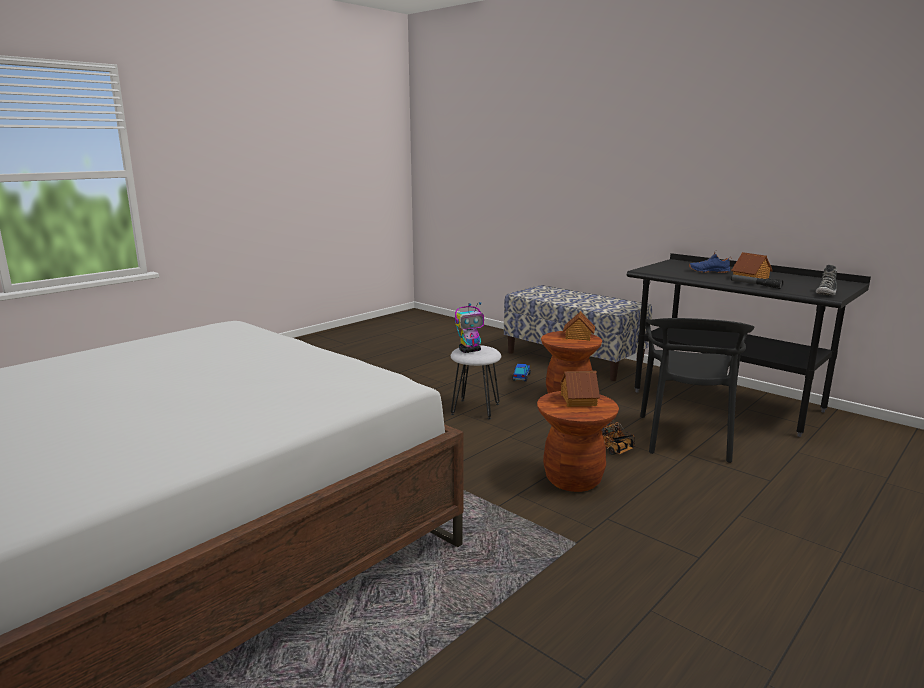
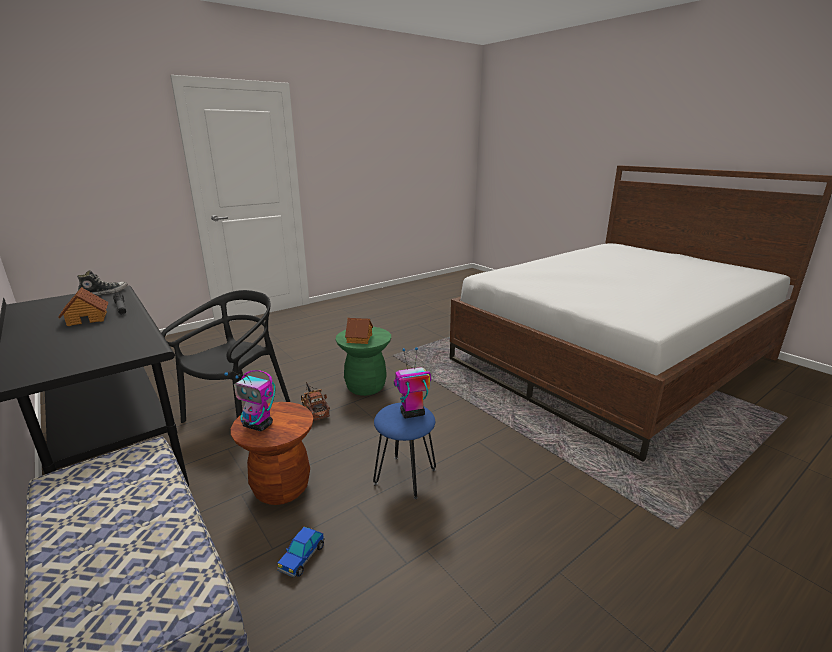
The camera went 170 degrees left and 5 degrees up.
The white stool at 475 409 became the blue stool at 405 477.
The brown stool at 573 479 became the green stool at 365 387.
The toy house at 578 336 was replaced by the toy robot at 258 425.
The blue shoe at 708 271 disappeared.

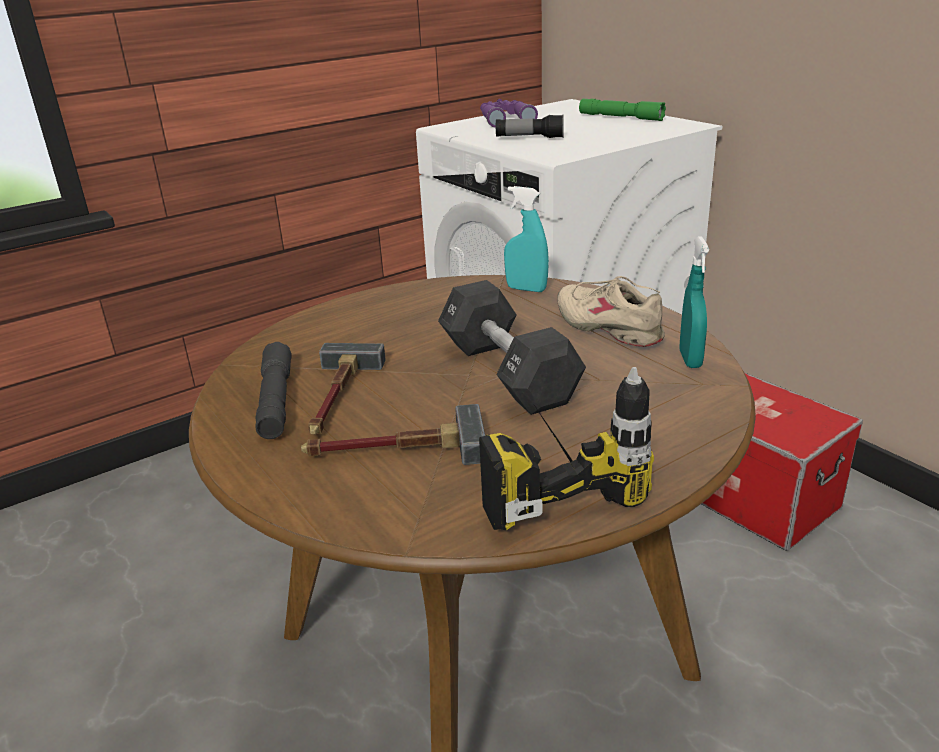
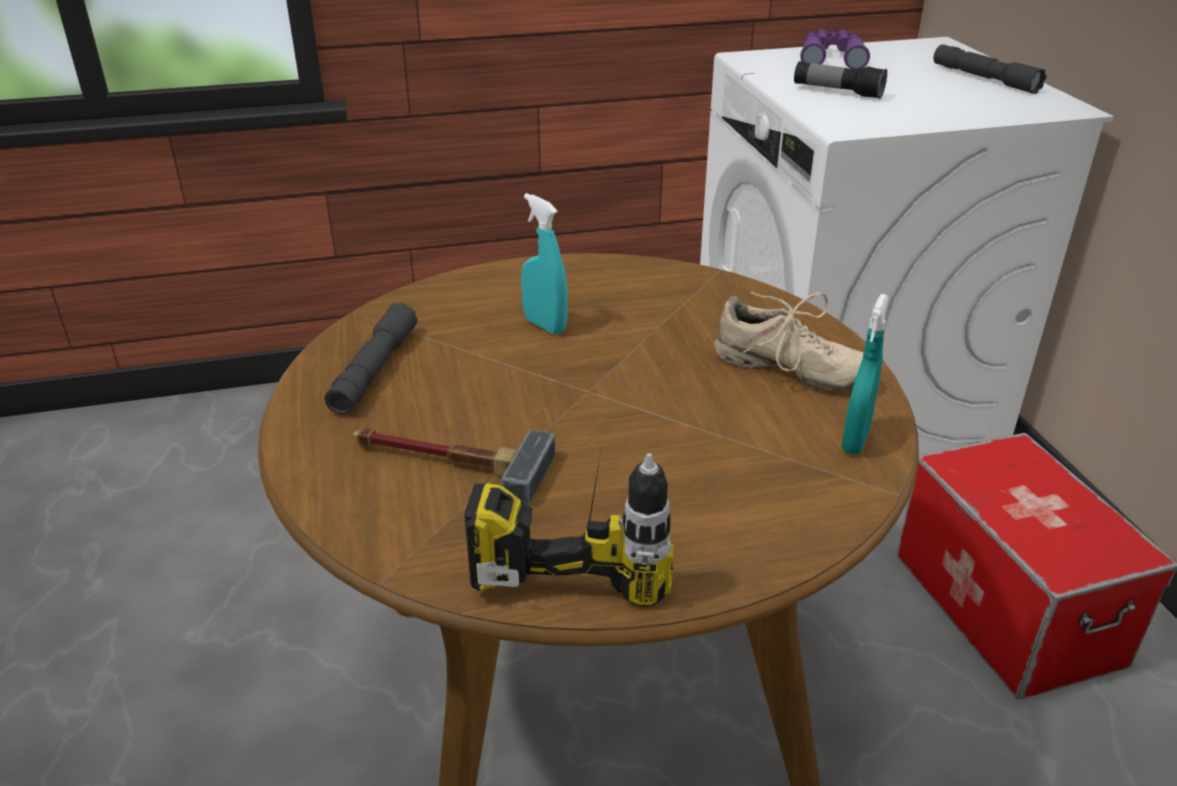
The camera went 20 degrees right and 5 degrees up.
The hammer at 337 398 disappeared.
The black dumbbell at 508 372 disappeared.
The turquoise spray bottle moved from 526 289 to 545 325.
The beige shoe at 608 327 turned 135 degrees clockwise.
The green flashlight at 620 117 became the grey flashlight at 984 79.

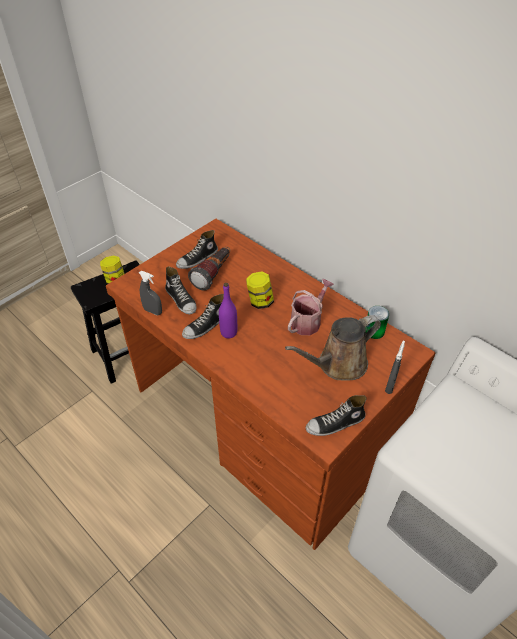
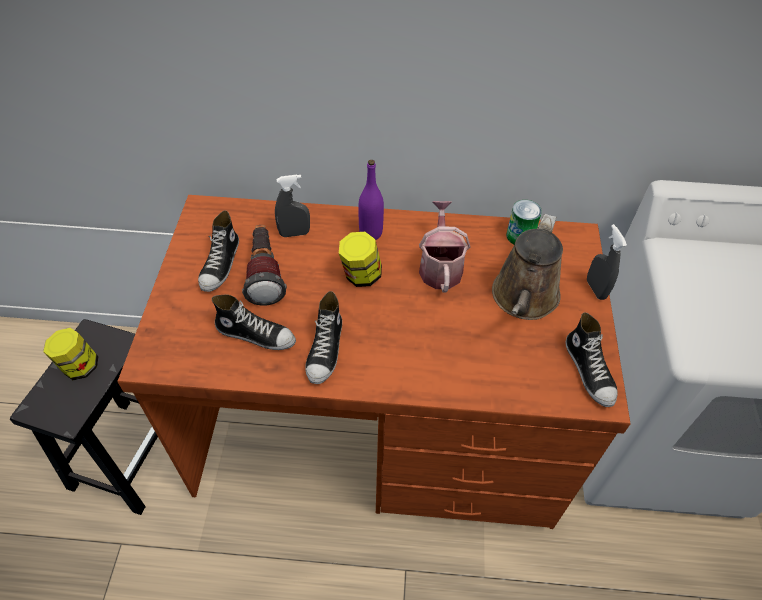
The camera went 40 degrees left and 5 degrees up.
The grey spray bottle moved from 153 311 to 294 233.
The purple bottle moved from 228 332 to 370 233.
The shoe at 335 424 turned 45 degrees counterclockwise.

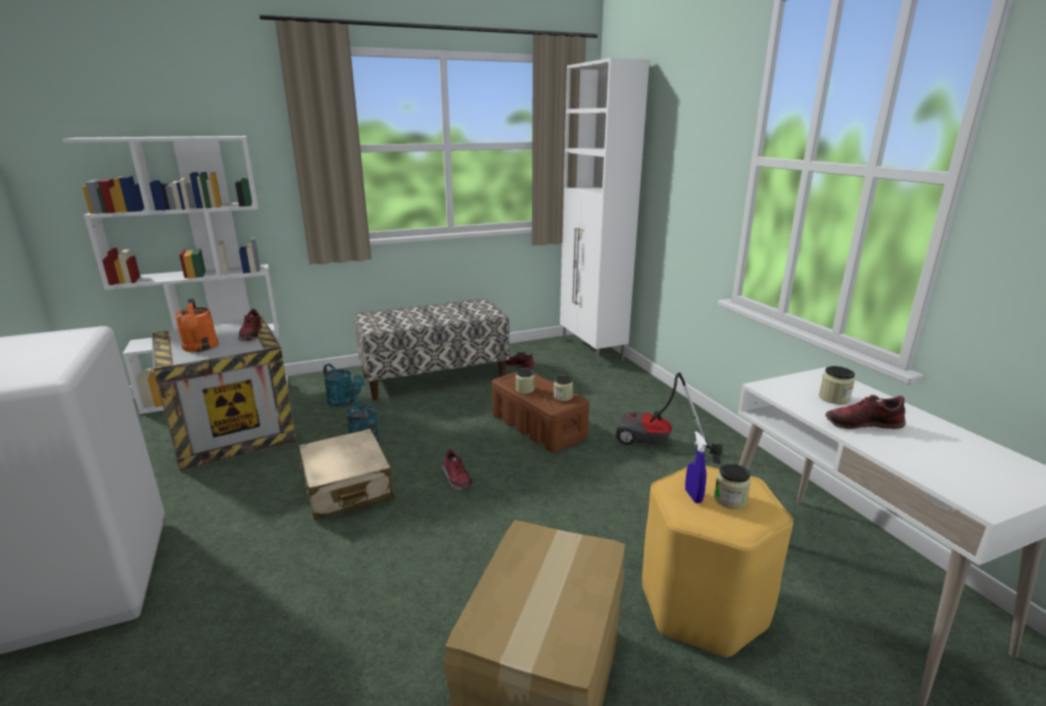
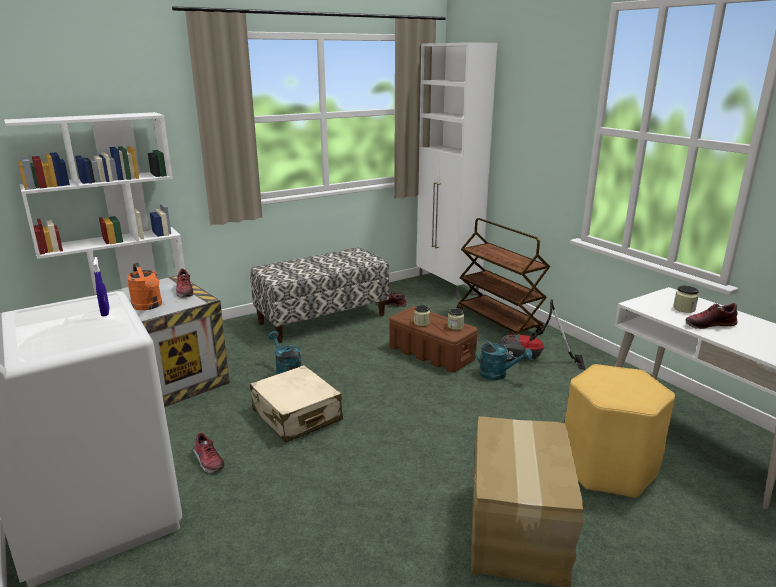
The camera went 10 degrees left and 0 degrees up.
The turquoise watering can moved from 344 402 to 497 375.
The shoe moved from 455 478 to 207 461.
The blue spray bottle moved from 693 496 to 105 312.
The jar at 730 499 disappeared.
The brown cart at 499 323 appeared.

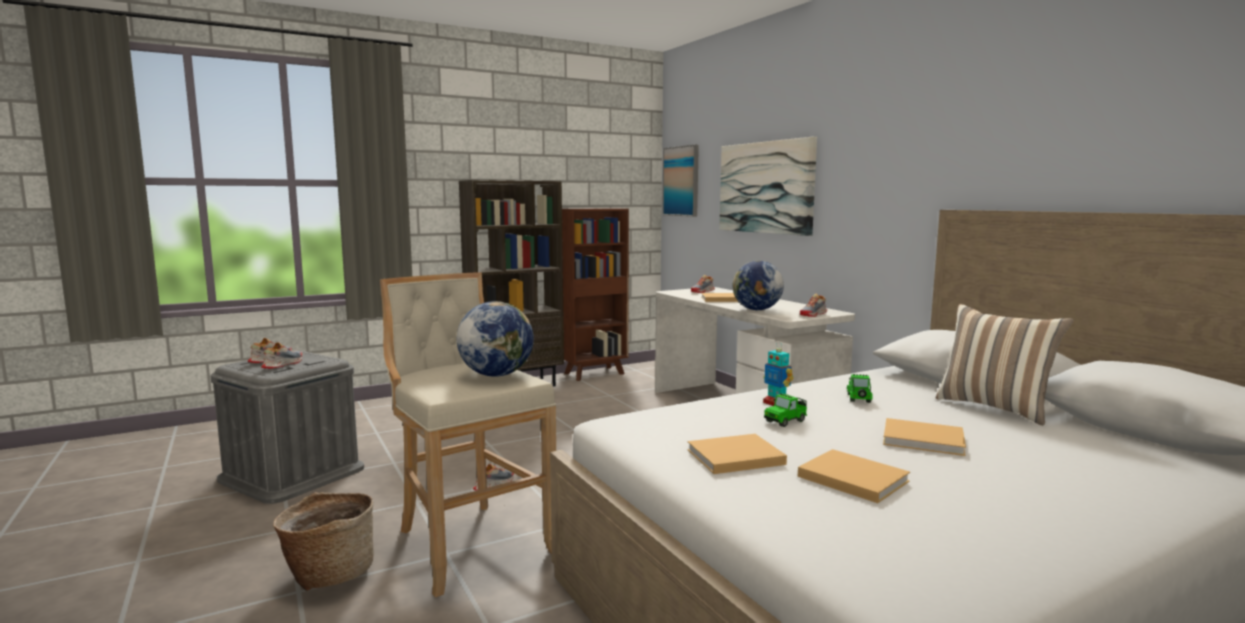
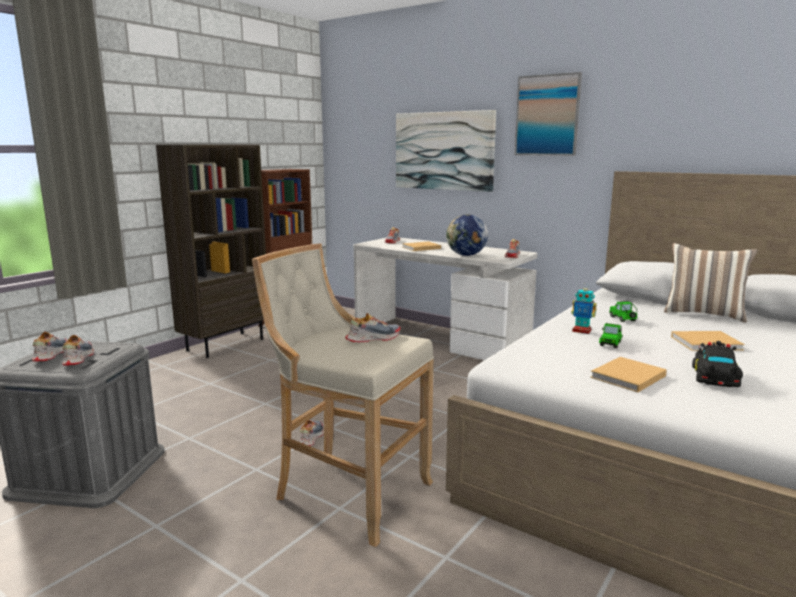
The camera went 25 degrees left and 5 degrees up.
The basket at 329 573 disappeared.
The globe at 496 375 was replaced by the shoe at 373 338.
The picture moved from 681 181 to 547 115.
The beige book at 850 478 was replaced by the black toy car at 714 378.

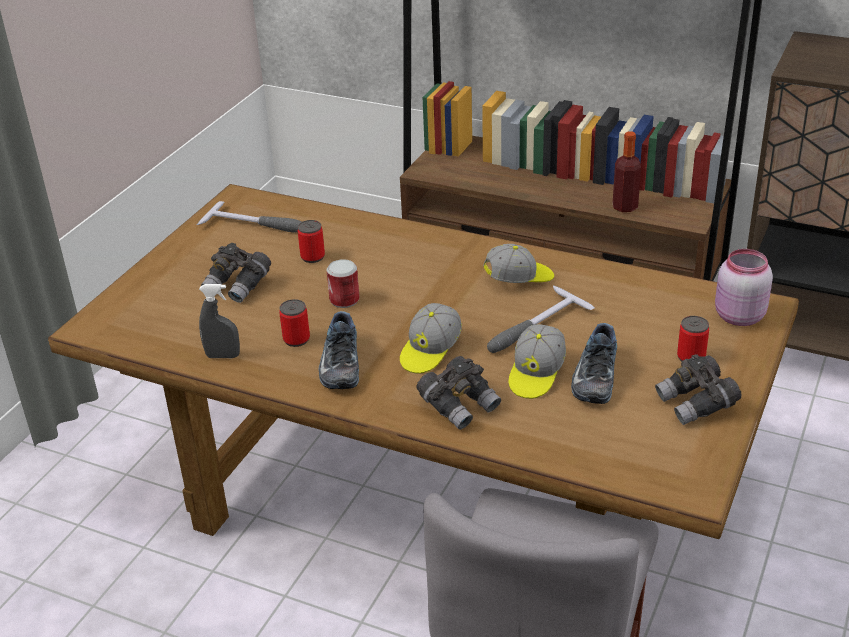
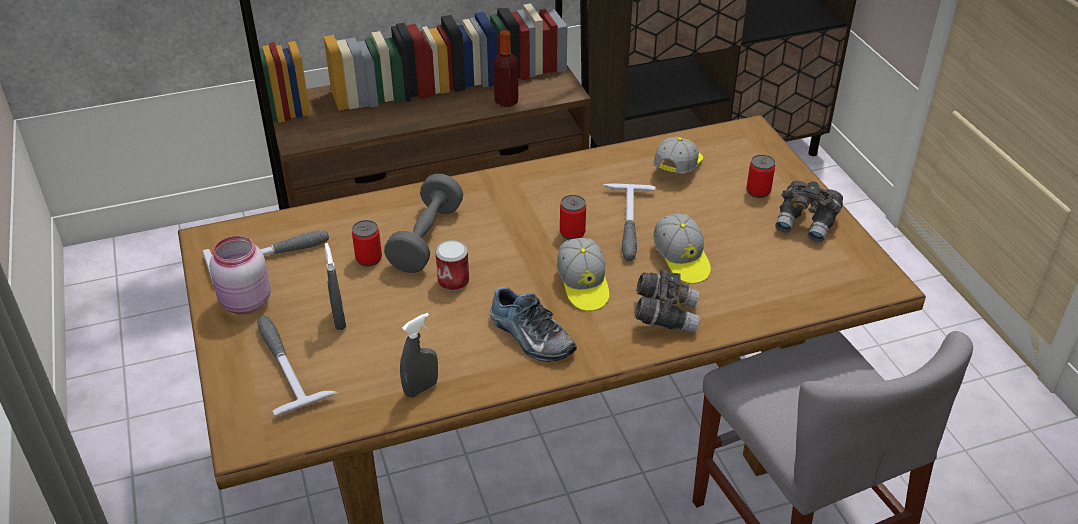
The camera went 45 degrees left and 5 degrees up.
The grey binoculars at 238 286 was replaced by the grey spray bottle at 339 320.
The can moved from 296 339 to 572 233.
The cap moved from 519 279 to 678 167.
The shoe at 593 376 disappeared.
The pink jar moved from 737 316 to 245 303.
The hammer at 285 364 appeared.
The grey dumbbell at 426 239 appeared.

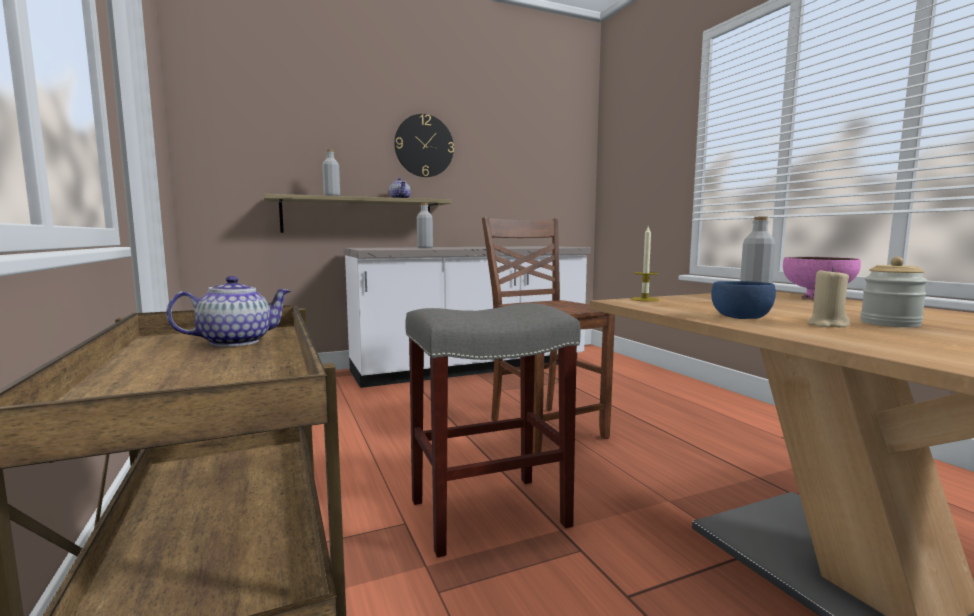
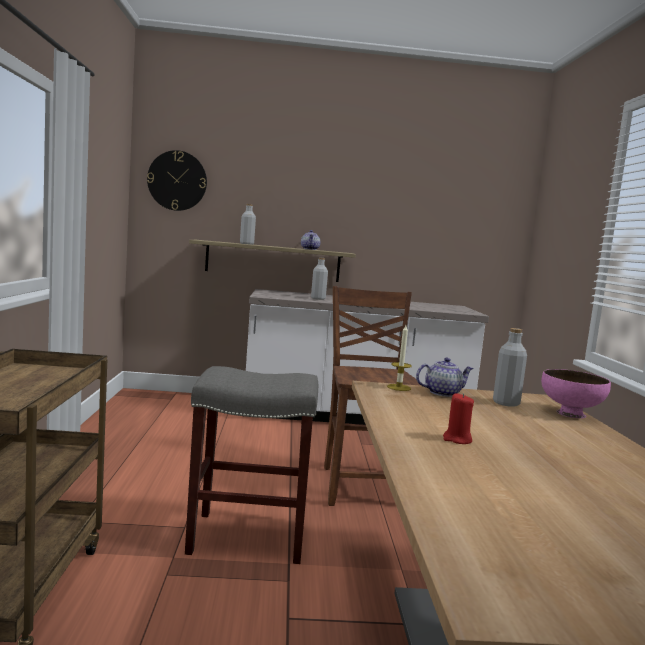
The camera went 20 degrees right and 0 degrees up.
The teapot moved from 236 341 to 442 393.
The wall clock moved from 424 146 to 177 180.
The blue bowl at 740 317 disappeared.
The beige candle at 827 325 became the red candle at 457 439.
The jar at 890 323 disappeared.

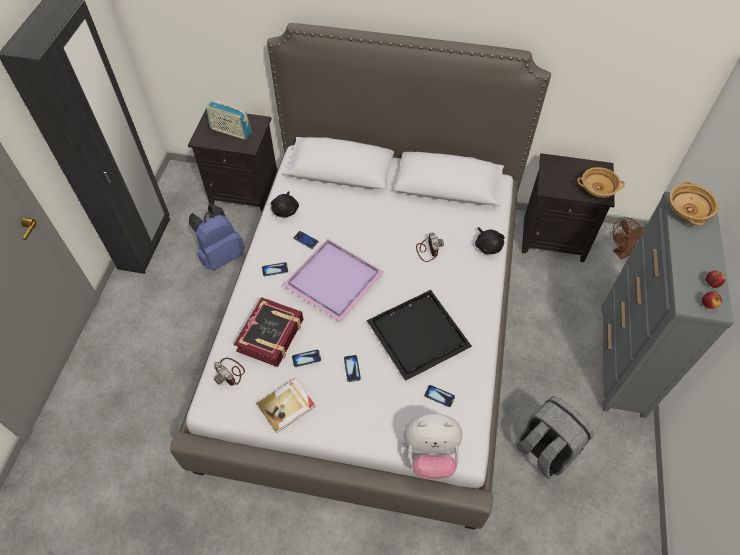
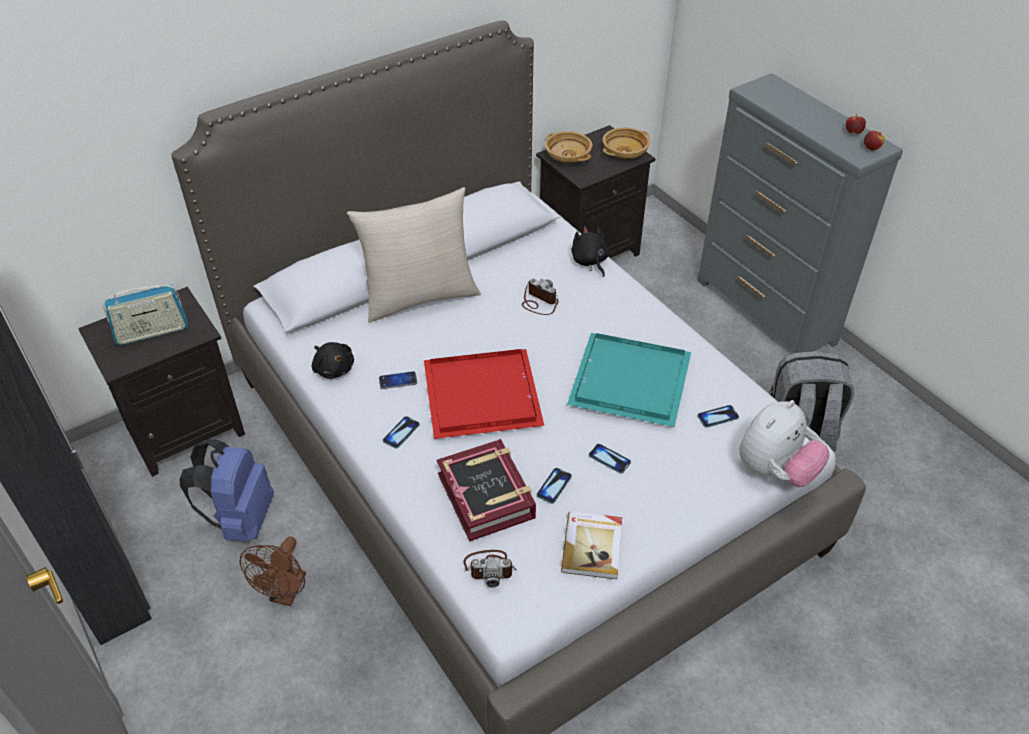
The camera went 45 degrees left and 10 degrees down.
The purple tray at 334 282 became the red tray at 484 396.
The black tray at 418 333 became the turquoise tray at 628 379.
The black plush toy at 488 246 turned 135 degrees counterclockwise.
The brown fan moved from 622 253 to 285 594.
The beige bowl moved from 687 210 to 567 157.
The beige pillow at 420 297 appeared.

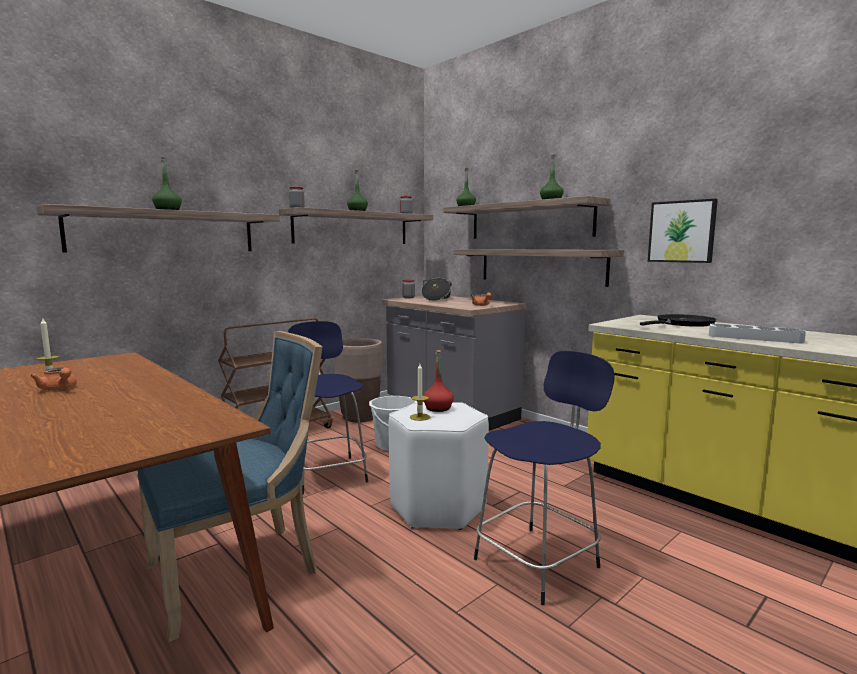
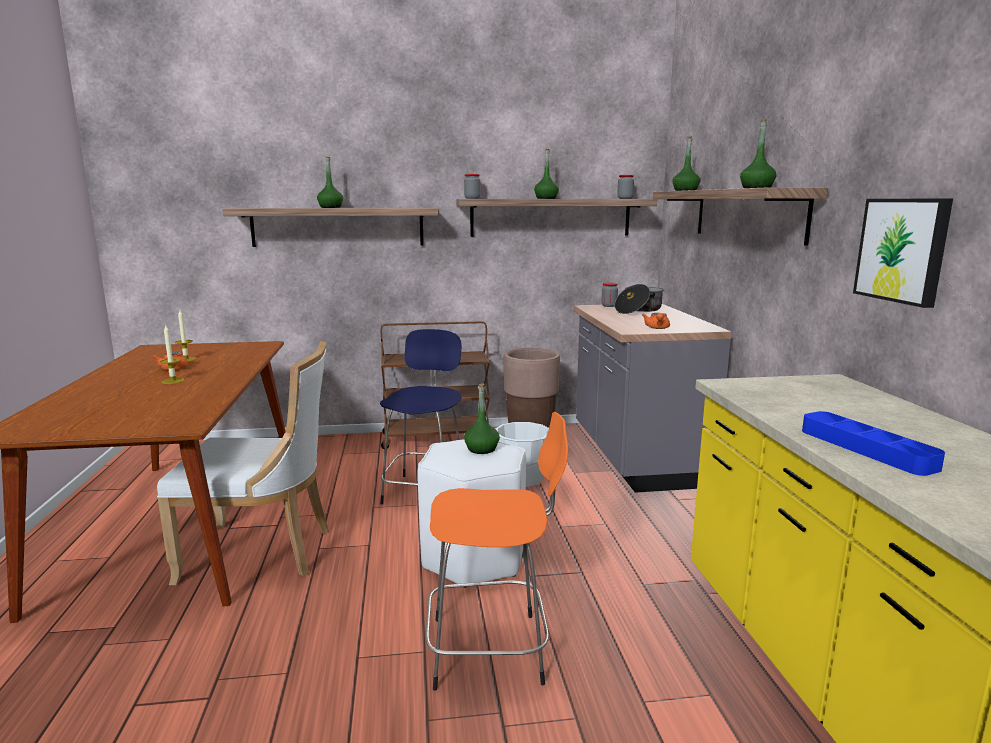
The camera went 35 degrees right and 5 degrees up.
The blue chair at 240 570 became the white chair at 263 552.
The candle moved from 420 417 to 173 381.
The red bottle at 438 408 became the green bottle at 481 449.
The shelf at 540 266 disappeared.
The blue stool at 539 561 became the orange stool at 492 650.
The black frying pan at 682 324 disappeared.
The grey tray at 754 338 became the blue tray at 866 448.

